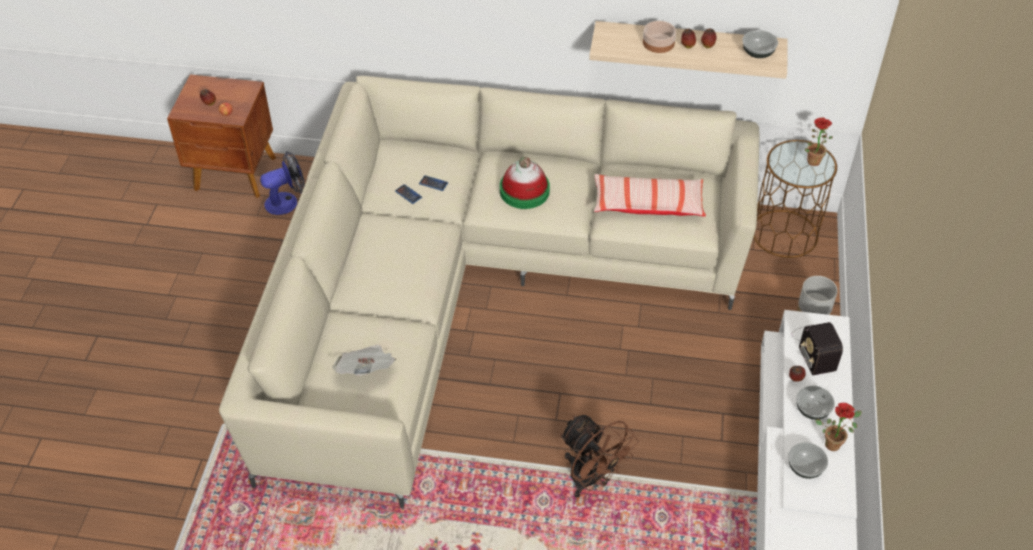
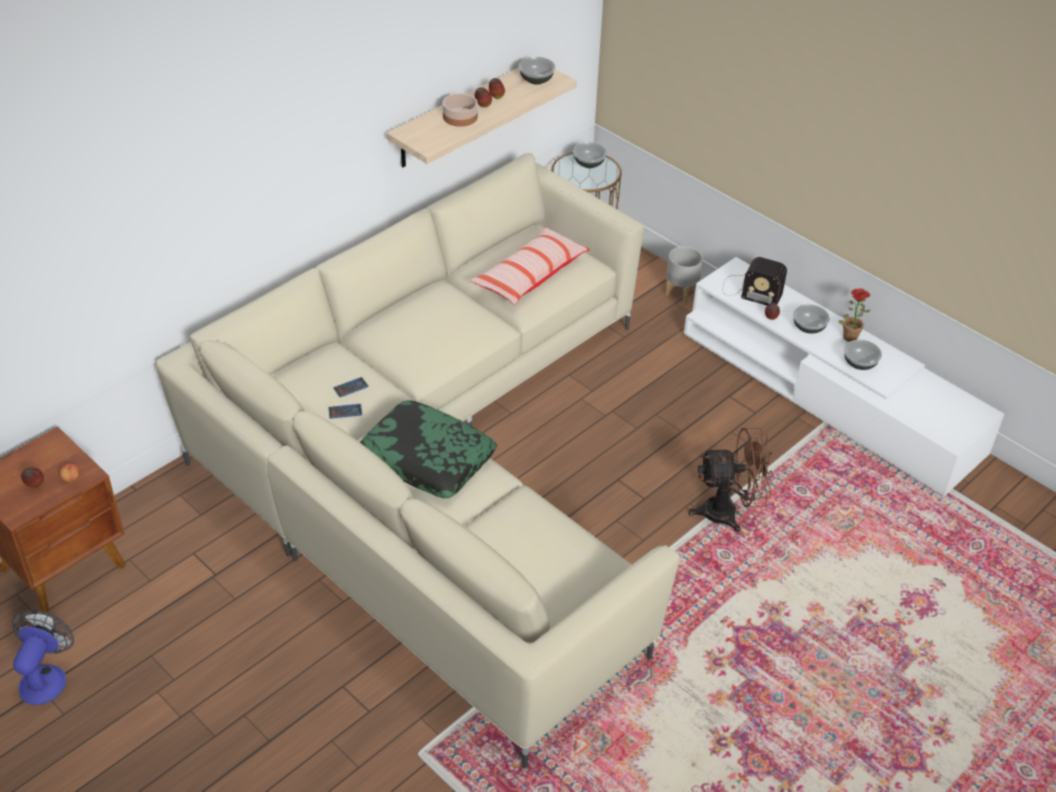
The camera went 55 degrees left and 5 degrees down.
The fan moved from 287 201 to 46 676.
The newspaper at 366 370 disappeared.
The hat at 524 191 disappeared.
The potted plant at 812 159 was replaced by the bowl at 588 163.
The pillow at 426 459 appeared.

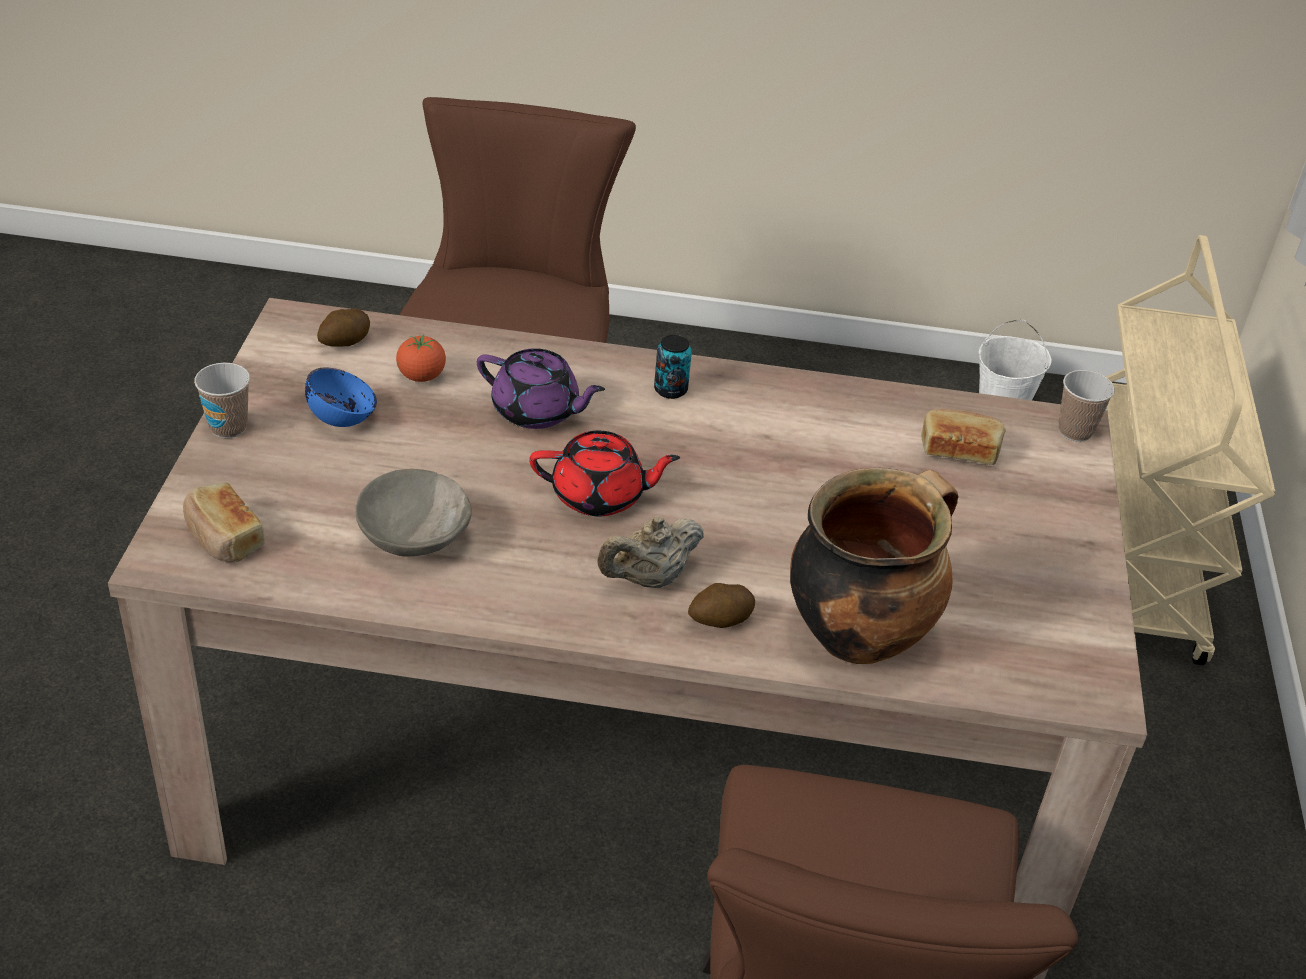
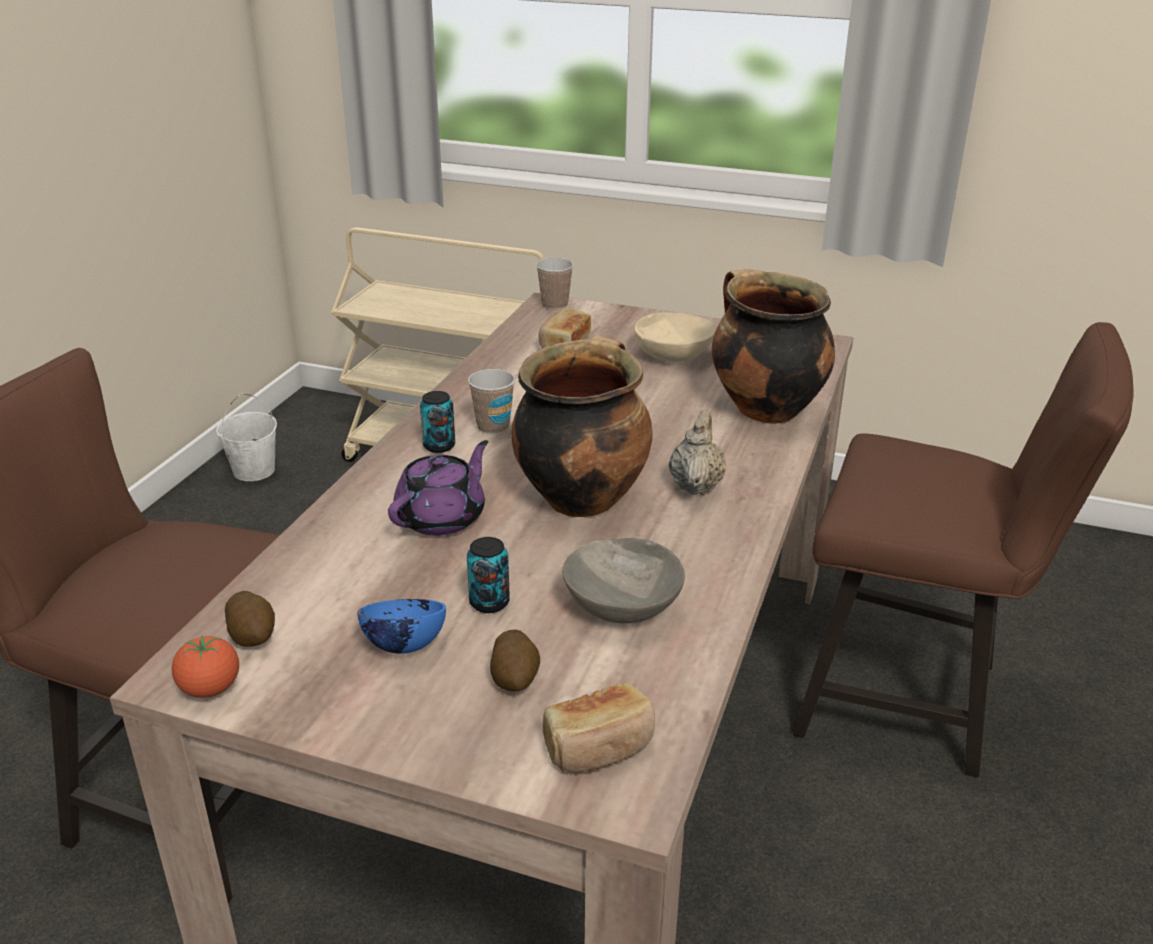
The camera went 75 degrees left and 10 degrees down.
The cup moved from 228 427 to 493 427.
The tomato moved from 421 376 to 210 689.
The red teapot at 600 496 was replaced by the cooking pot at 581 497.
The beige teapot at 649 579 turned 150 degrees counterclockwise.
The potato moved from 720 620 to 515 678.
The can at 489 602 appeared.
The beige bowl at 673 356 appeared.

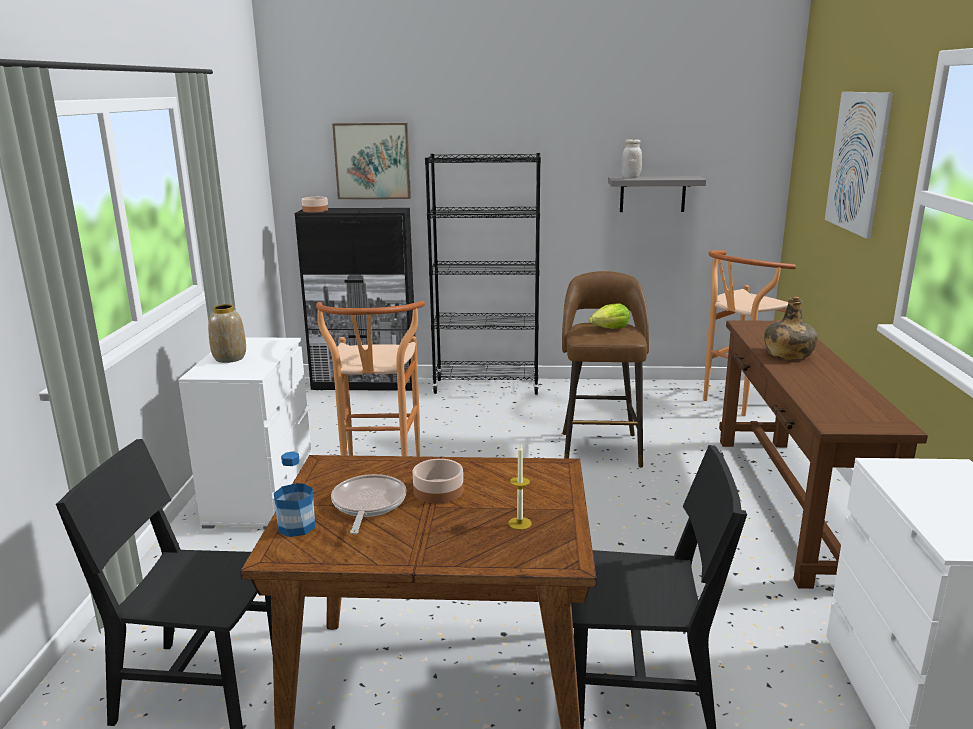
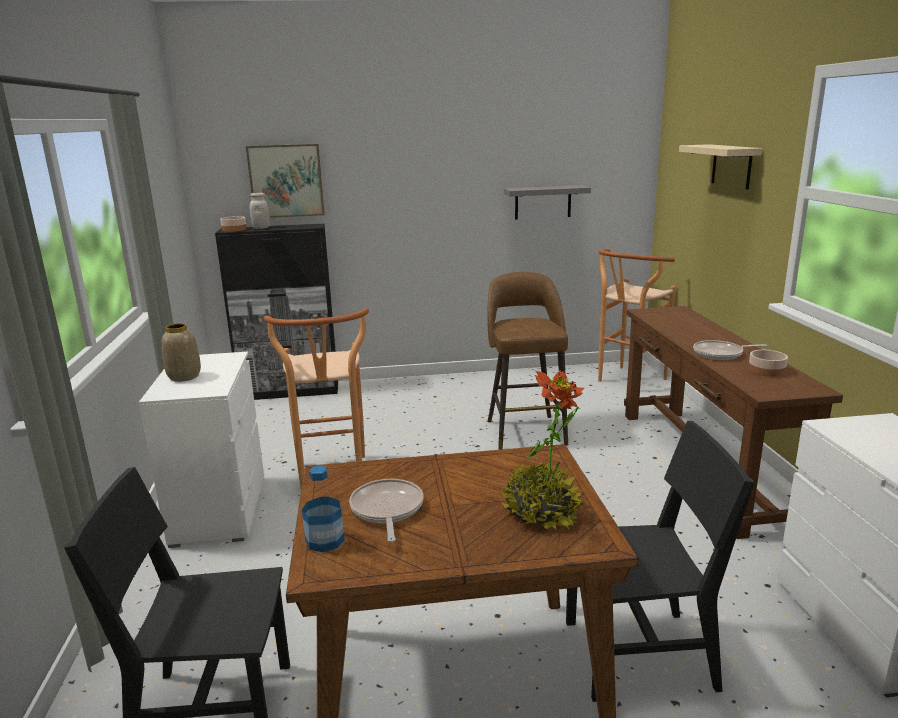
The camera went 10 degrees left and 0 degrees up.
The bowl moved from 438 491 to 766 370.
The black bookcase at 486 387 disappeared.
The candle at 519 523 was replaced by the potted plant at 541 512.
The lettuce at 610 328 disappeared.
The white jar moved from 630 177 to 261 228.
The green bottle at 787 355 disappeared.
The picture at 857 162 was replaced by the beige shelf at 731 166.
The frying pan at 721 354 appeared.

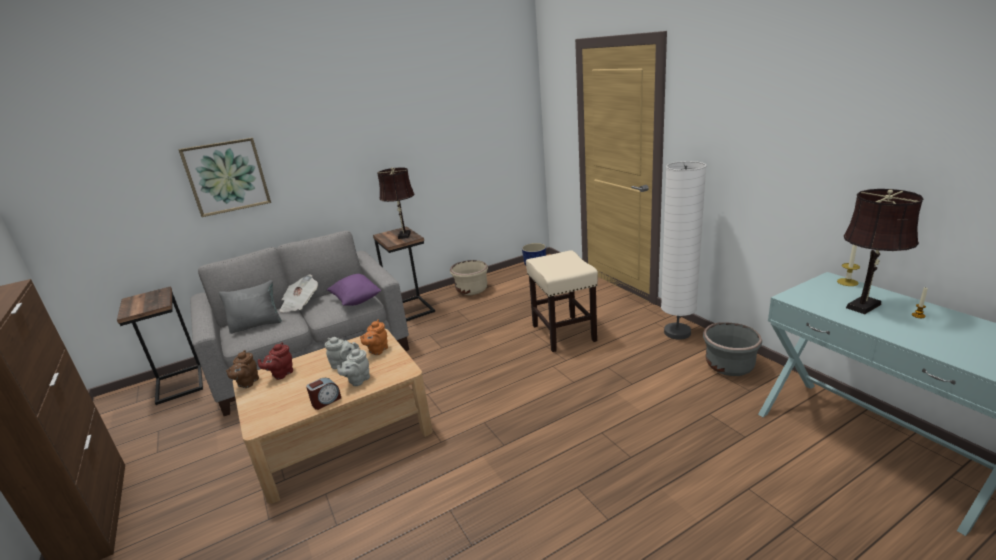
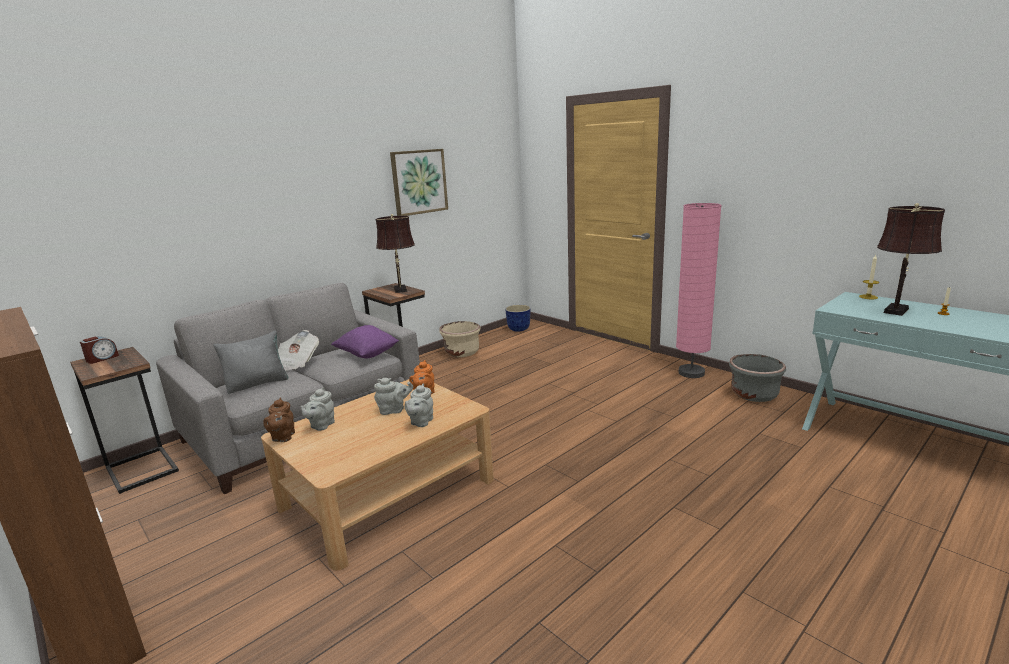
The camera went 15 degrees left and 5 degrees down.
The picture moved from 226 176 to 419 182.
The red teapot at 281 374 became the grey teapot at 321 425.
The alarm clock moved from 326 401 to 102 358.
The beige stool at 563 333 disappeared.
The white floor lamp at 677 333 became the pink floor lamp at 691 373.

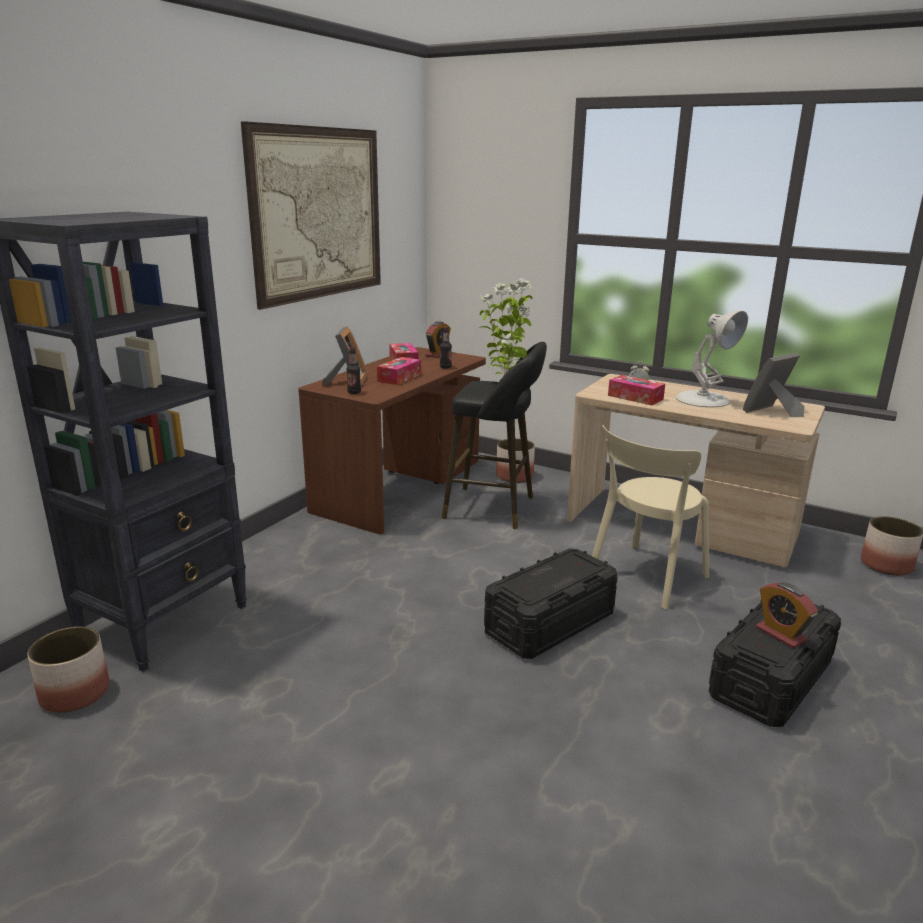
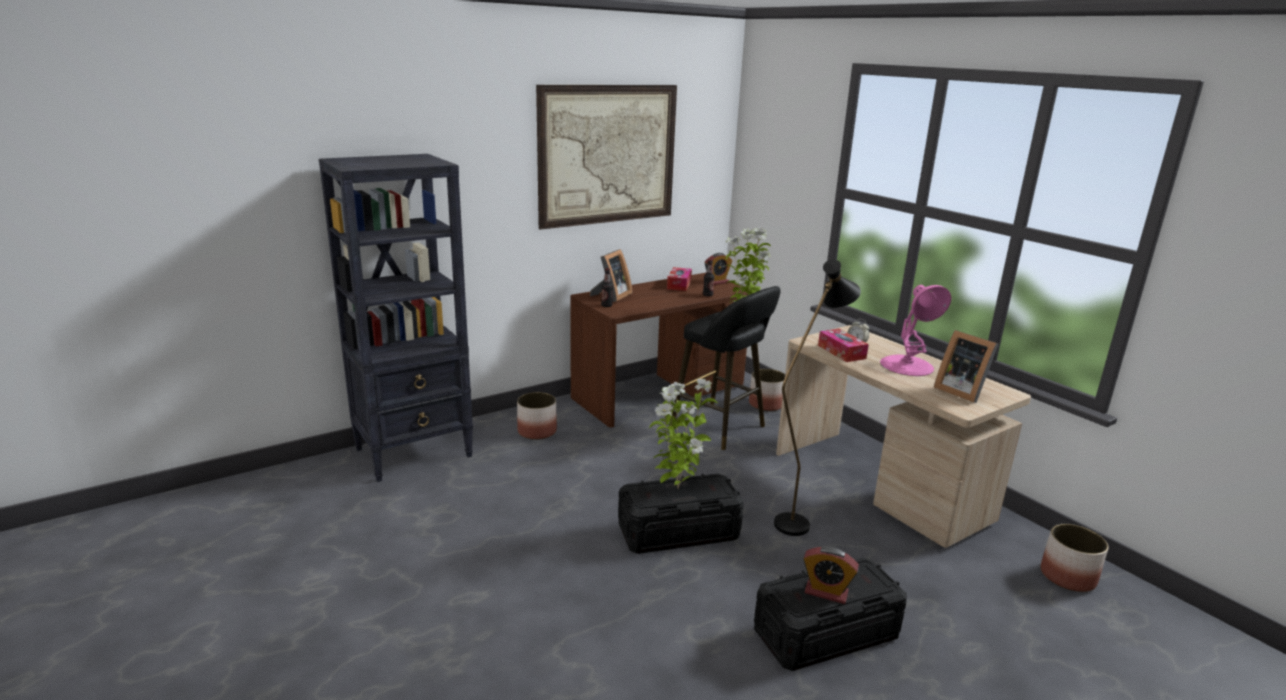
The camera went 25 degrees right and 0 degrees up.
The planter moved from 75 693 to 537 431.
The tissue box at 399 378 disappeared.
The beige chair at 645 578 was replaced by the black floor lamp at 798 519.
The white table lamp at 703 399 became the pink table lamp at 907 366.
The picture frame at 772 412 turned 120 degrees counterclockwise.
The alarm clock at 781 634 turned 60 degrees counterclockwise.
The potted plant at 676 488 appeared.

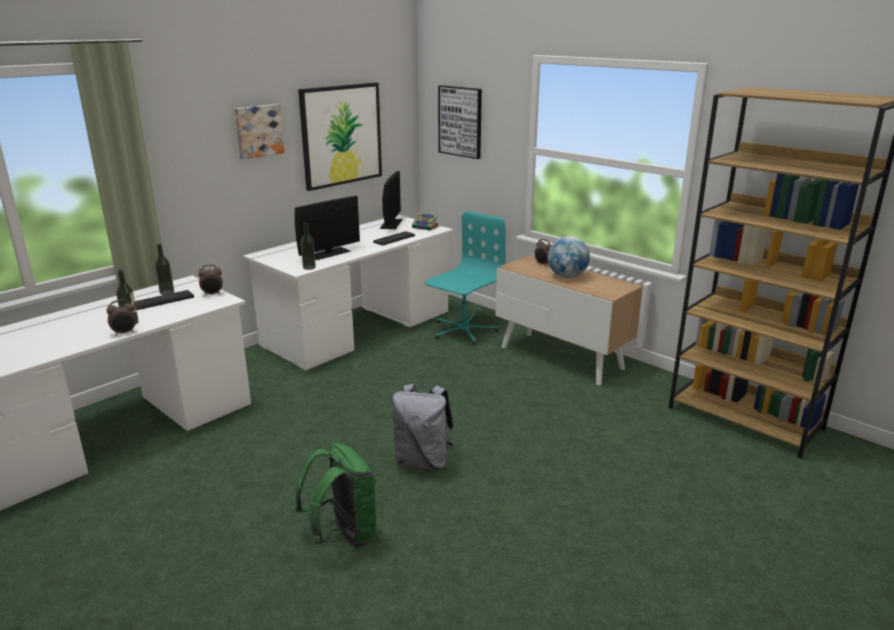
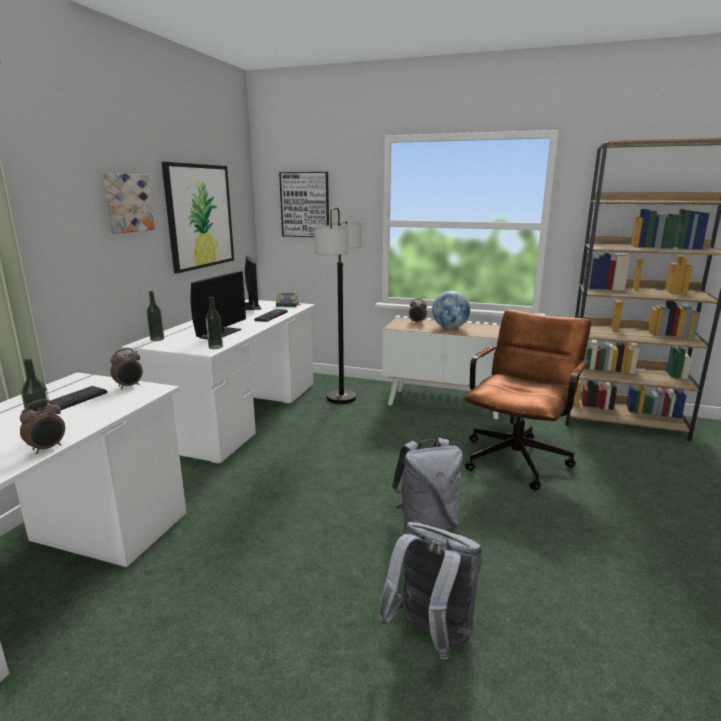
The camera went 25 degrees left and 5 degrees down.
The bottle moved from 167 292 to 157 339.
The green backpack at 343 535 became the grey backpack at 430 635.
The turquoise office chair at 463 331 was replaced by the floor lamp at 341 398.
The brown office chair at 518 456 appeared.

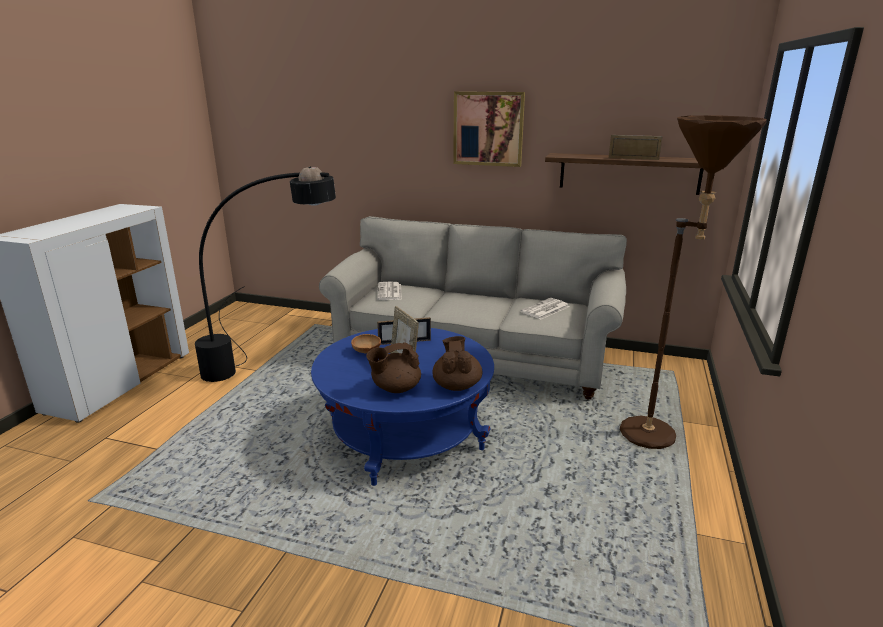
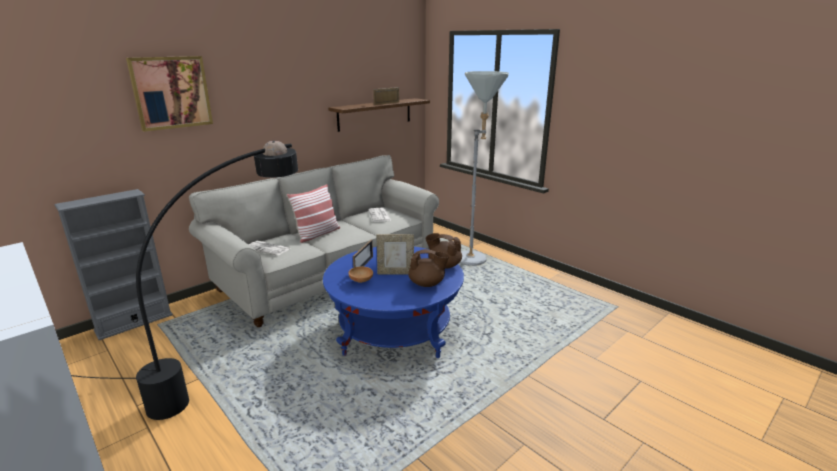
The camera went 60 degrees left and 0 degrees up.
The brown teapot at 395 388 turned 90 degrees counterclockwise.
The picture moved from 488 129 to 171 92.
The brown floor lamp at 660 436 became the grey floor lamp at 475 257.
The grey bookcase at 134 322 appeared.
The pillow at 317 234 appeared.

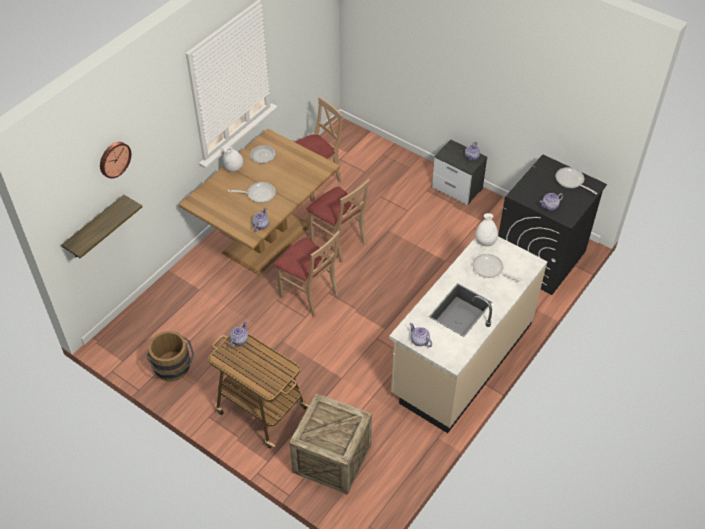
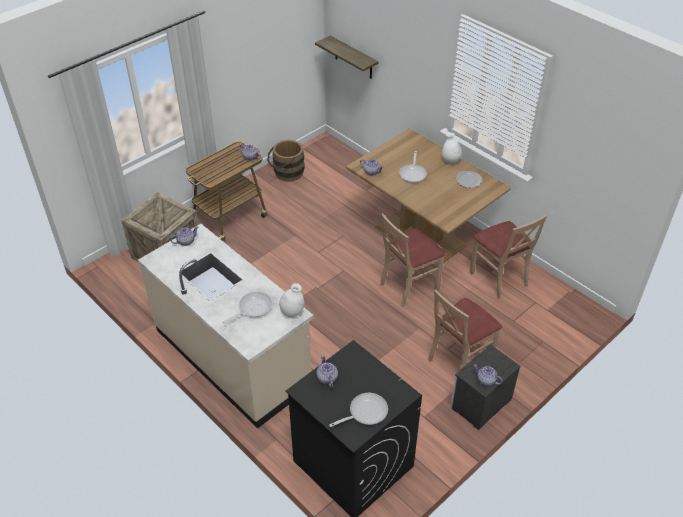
The camera went 100 degrees right and 5 degrees down.
The wall clock at 114 159 disappeared.
The beige chair moved from 309 294 to 459 359.

